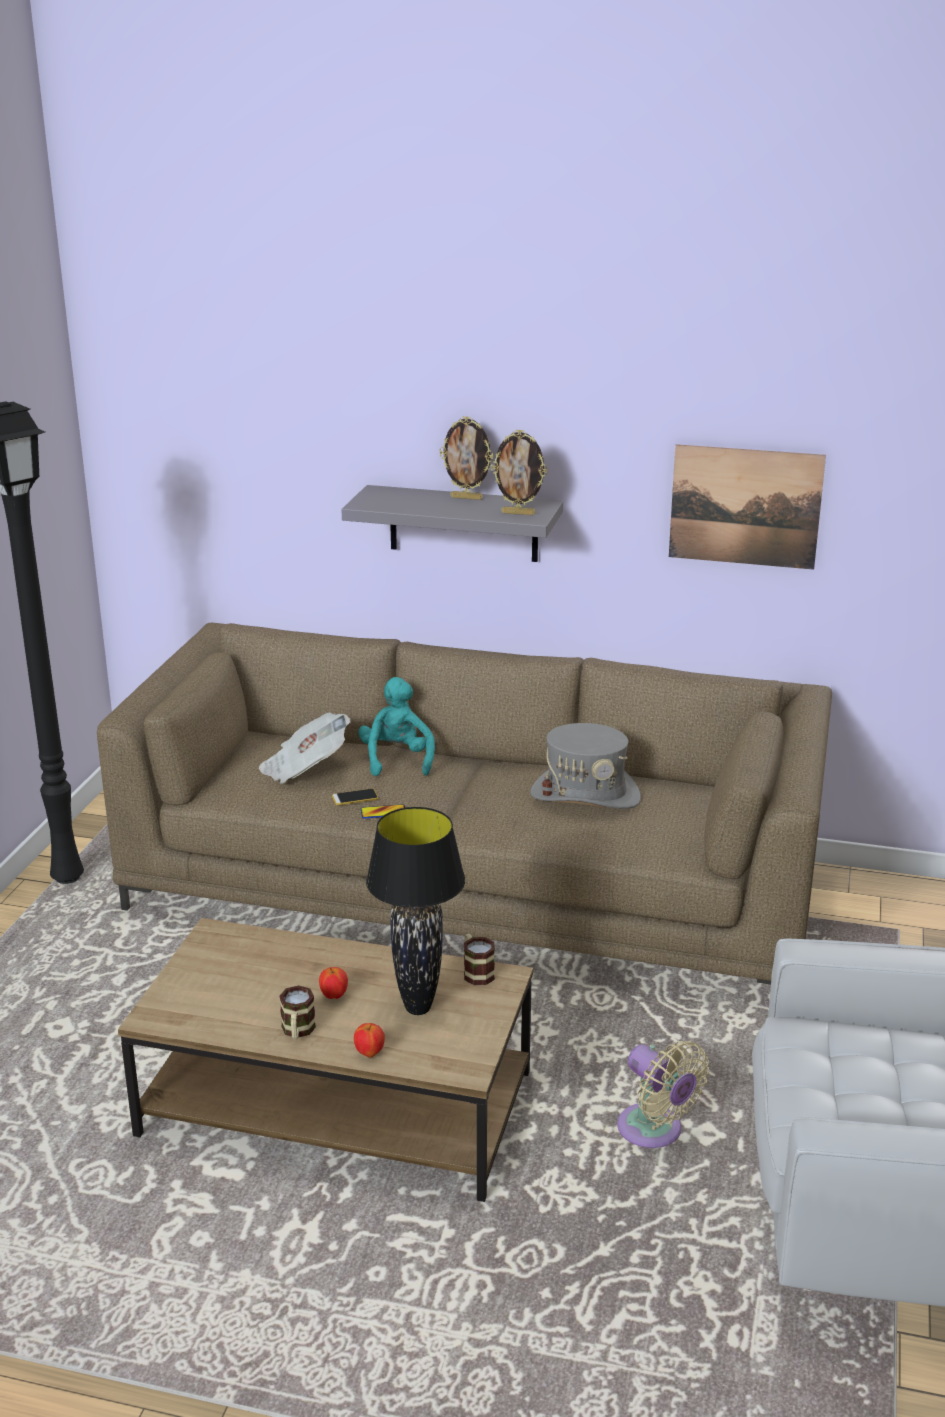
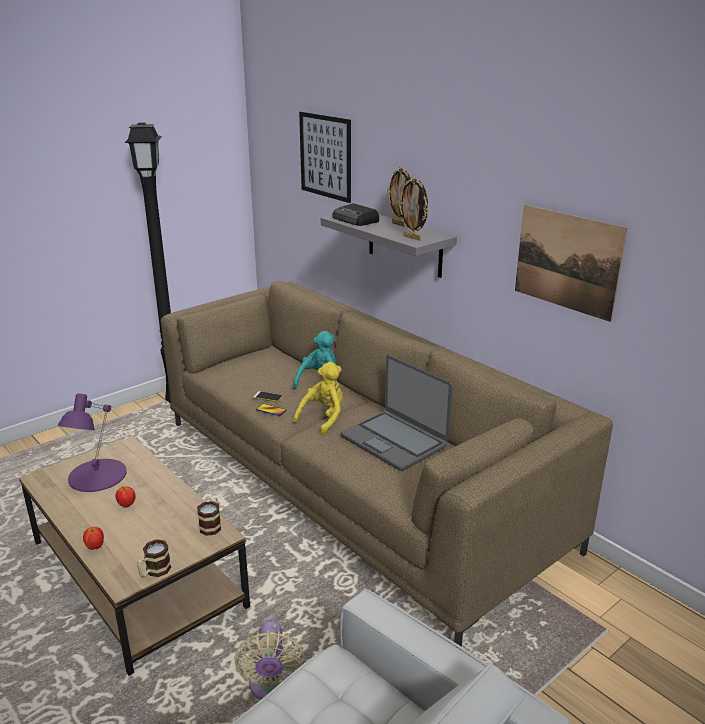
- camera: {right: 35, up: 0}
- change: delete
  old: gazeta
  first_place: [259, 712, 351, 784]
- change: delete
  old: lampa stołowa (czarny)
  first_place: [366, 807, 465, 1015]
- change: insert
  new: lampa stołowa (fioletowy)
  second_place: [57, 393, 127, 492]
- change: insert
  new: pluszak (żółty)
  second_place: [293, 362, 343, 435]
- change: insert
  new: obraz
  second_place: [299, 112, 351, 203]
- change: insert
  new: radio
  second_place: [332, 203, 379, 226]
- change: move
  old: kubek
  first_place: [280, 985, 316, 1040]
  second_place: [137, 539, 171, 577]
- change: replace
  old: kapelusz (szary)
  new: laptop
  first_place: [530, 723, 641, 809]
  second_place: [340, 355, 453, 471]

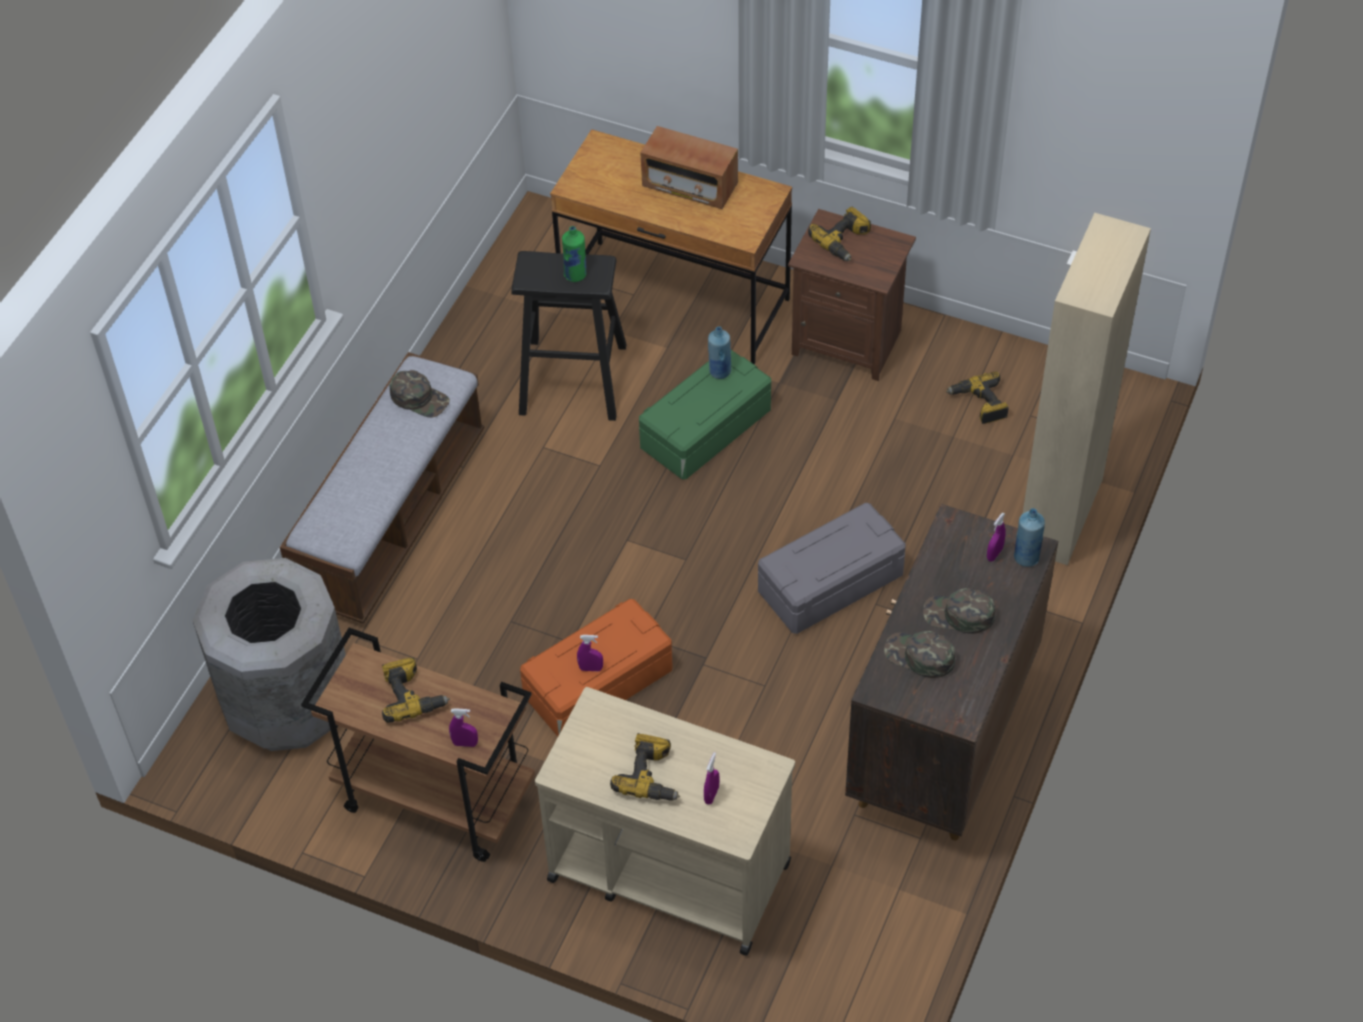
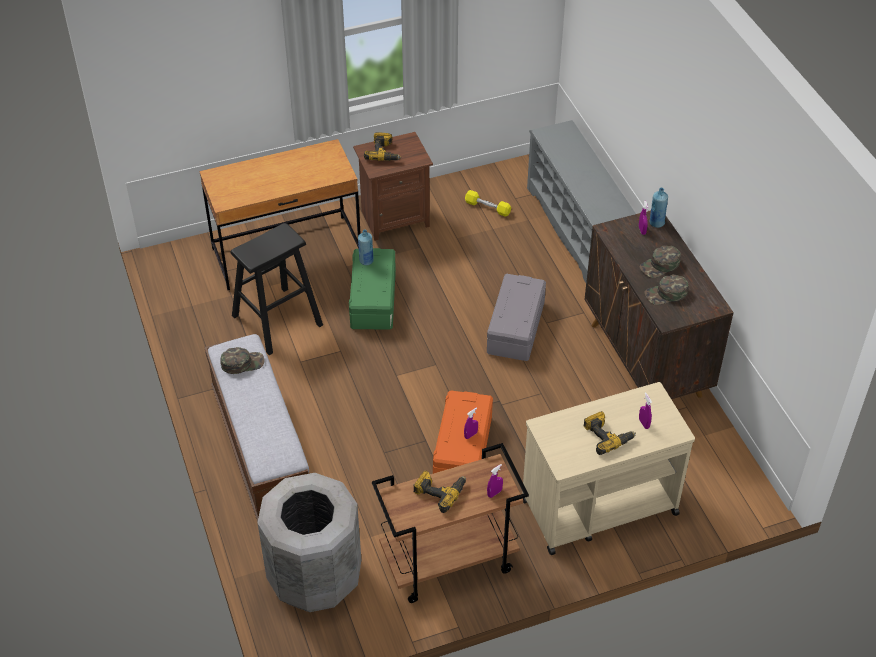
- camera: {right: -45, up: -5}
- change: delete
  old: butelka (zielony)
  first_place: [562, 226, 586, 282]
- change: delete
  old: radio
  first_place: [640, 126, 738, 209]
- change: replace
  old: wiertarka
  new: hantel (żółty)
  first_place: [946, 371, 1009, 424]
  second_place: [465, 190, 511, 217]
- change: replace
  old: szafka (beżowy)
  new: regał na buty (szary)
  first_place: [1023, 213, 1151, 565]
  second_place: [527, 120, 636, 282]

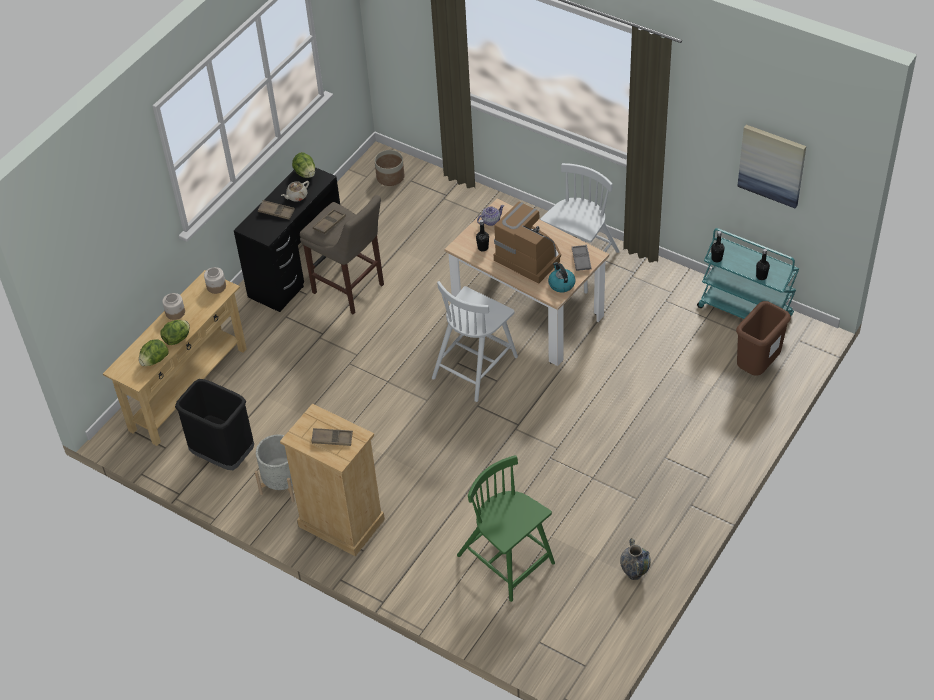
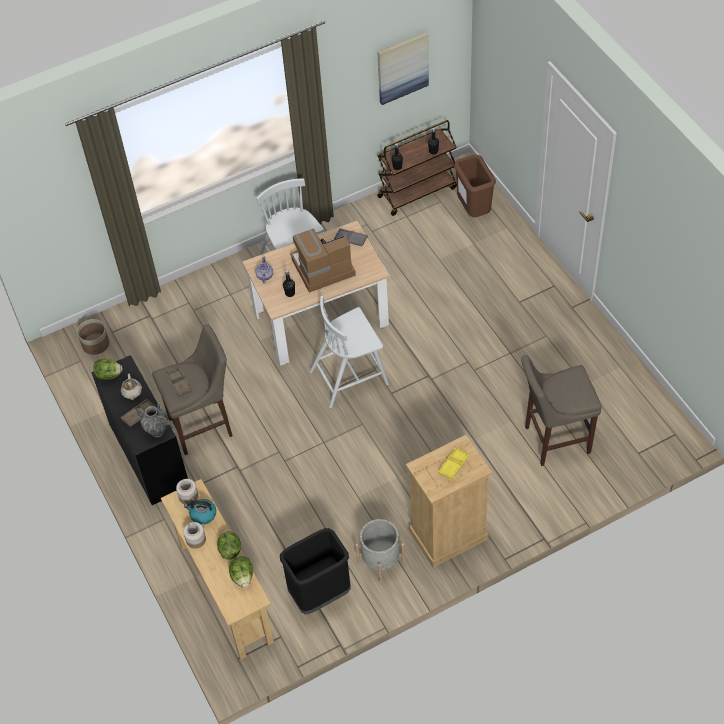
- camera: {right: -60, up: 5}
- change: move
  old: czajnik
  first_place: [548, 262, 575, 292]
  second_place: [184, 499, 216, 525]
- change: move
  old: wazon
  first_place: [620, 538, 651, 580]
  second_place: [136, 404, 169, 437]
- change: replace
  old: krzesło (zielony)
  new: stołek (beżowy)
  first_place: [457, 455, 555, 602]
  second_place: [521, 355, 602, 466]
- change: recolor
  old: taca (brązowy)
  new: taca (żółty)
  first_place: [312, 428, 353, 446]
  second_place: [438, 447, 470, 480]
- change: recolor
  old: wózek (turkusowy)
  new: wózek (brązowy)
  first_place: [697, 228, 799, 319]
  second_place: [377, 120, 457, 216]
- change: rotate
  old: krzesło (biały)
  first_place: [432, 281, 518, 402]
  second_place: [309, 296, 389, 408]
  degrees: 90

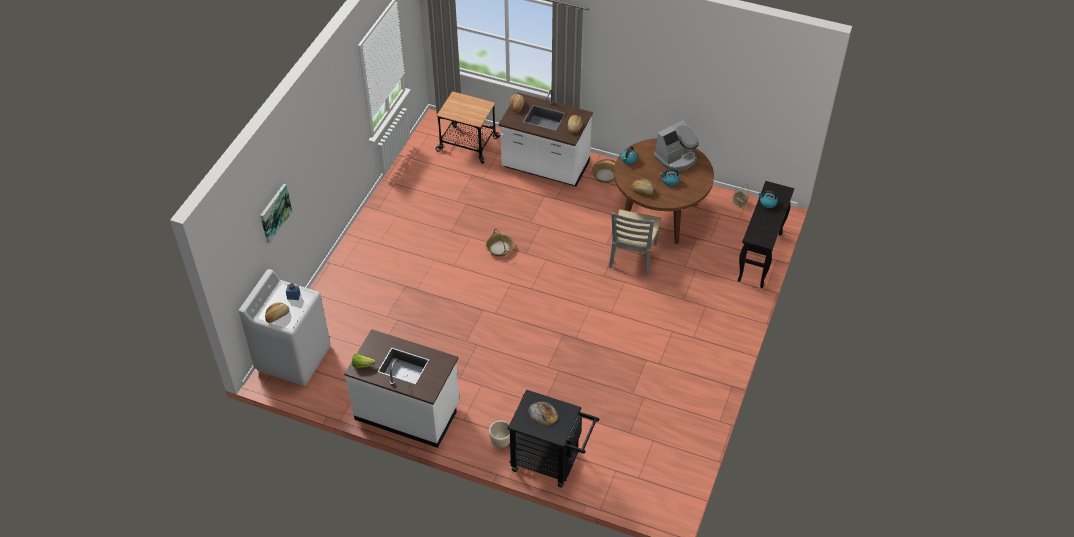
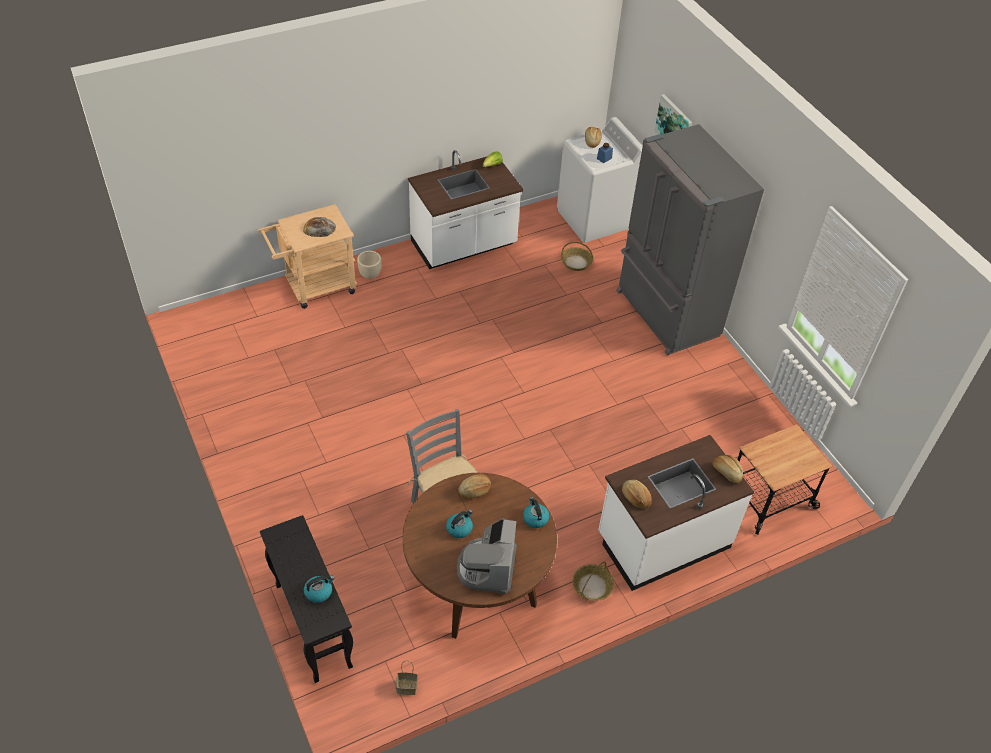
- camera: {right: 130, up: 0}
- change: insert
  new: lodówka (szary)
  second_place: [616, 124, 764, 355]
- change: move
  old: koszyk
  first_place: [486, 228, 514, 256]
  second_place: [561, 242, 593, 271]
- change: recolor
  old: wózek (czarny)
  new: wózek (beżowy)
  first_place: [508, 390, 599, 488]
  second_place: [258, 204, 357, 309]

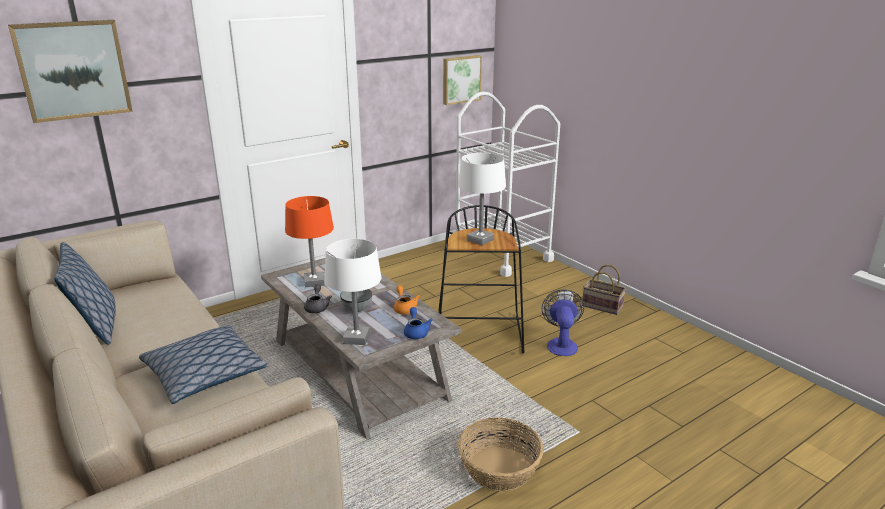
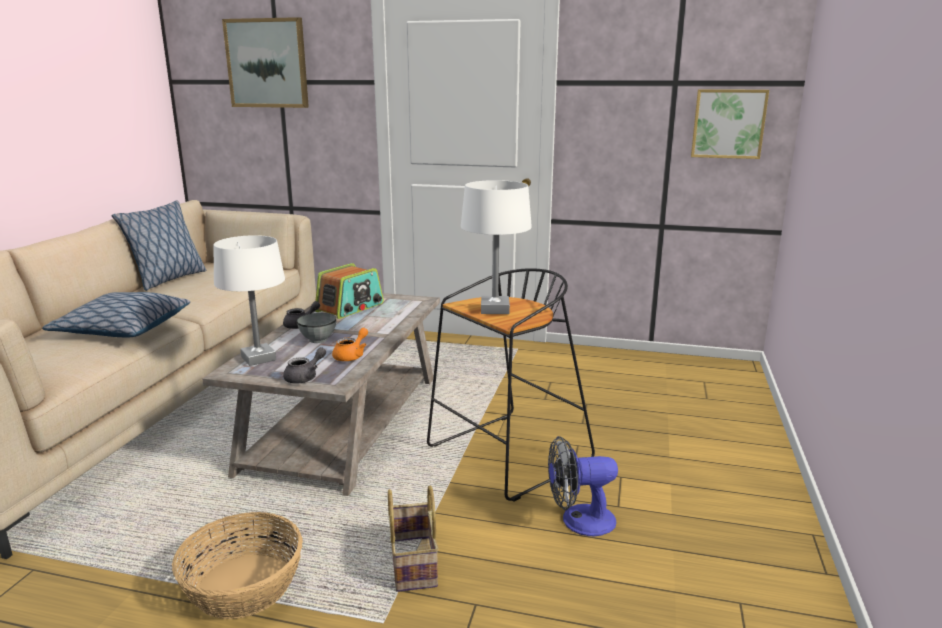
- camera: {right: 50, up: -5}
- change: delete
  old: wózek (biały)
  first_place: [456, 92, 560, 277]
- change: move
  old: koszyk
  first_place: [582, 265, 626, 315]
  second_place: [388, 486, 439, 592]
- change: replace
  old: lampa stołowa (pomarańczowy)
  new: radio
  first_place: [285, 196, 334, 287]
  second_place: [315, 263, 384, 319]
- change: recolor
  old: imbryk (niebieski)
  new: imbryk (szary)
  first_place: [404, 307, 433, 339]
  second_place: [283, 347, 326, 384]
- change: rotate
  old: wentylator
  first_place: [542, 289, 584, 356]
  second_place: [548, 436, 618, 536]
  degrees: -150

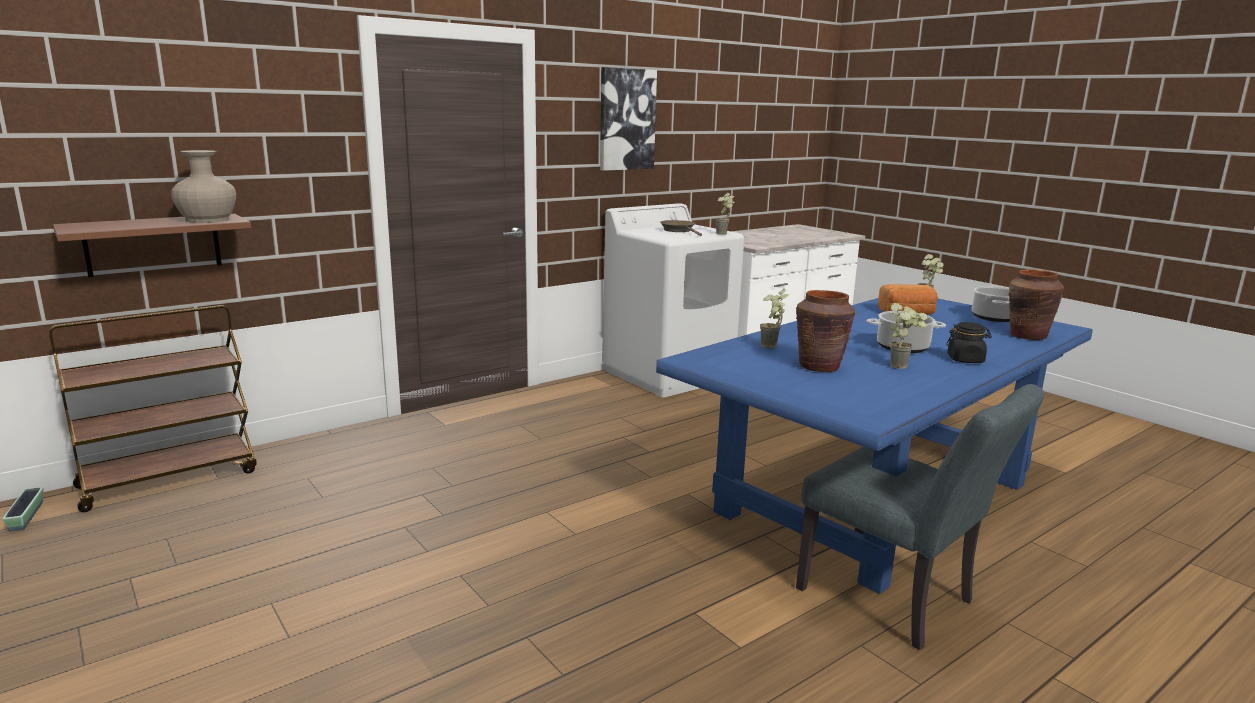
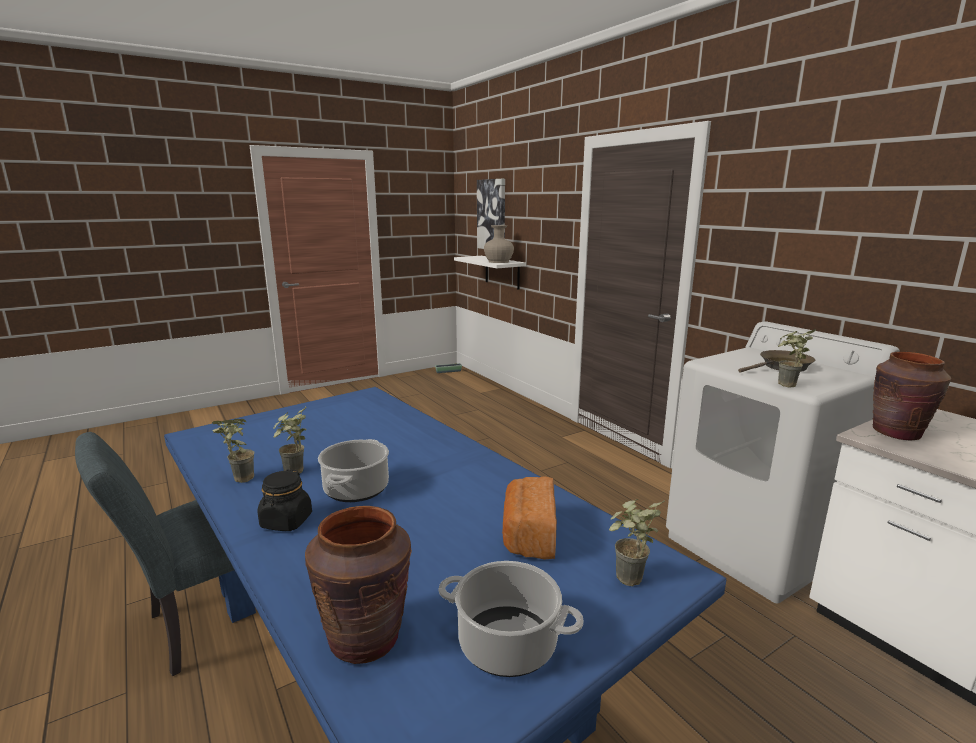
- camera: {right: 95, up: 0}
- change: delete
  old: wózek (brązowy)
  first_place: [49, 305, 256, 512]
- change: move
  old: obraz
  first_place: [600, 67, 657, 171]
  second_place: [477, 179, 505, 249]
- change: move
  old: roślina doniczkowa
  first_place: [760, 288, 789, 349]
  second_place: [212, 419, 255, 483]
- change: move
  old: wazon (brązowy)
  first_place: [796, 290, 855, 372]
  second_place: [872, 352, 951, 441]
- change: recolor
  old: półka (brązowy)
  new: półka (biały)
  first_place: [53, 214, 251, 278]
  second_place: [454, 256, 526, 290]

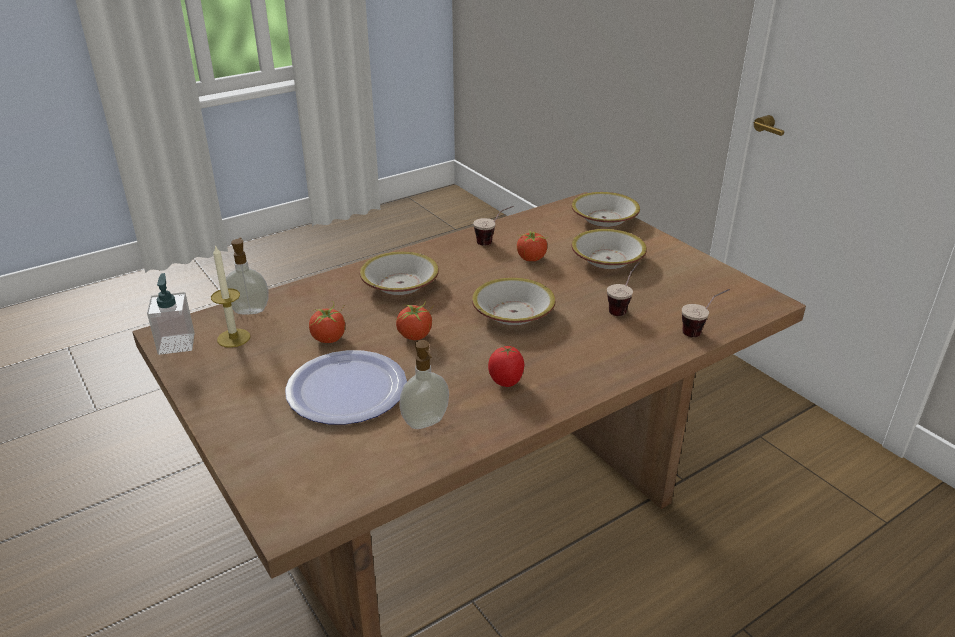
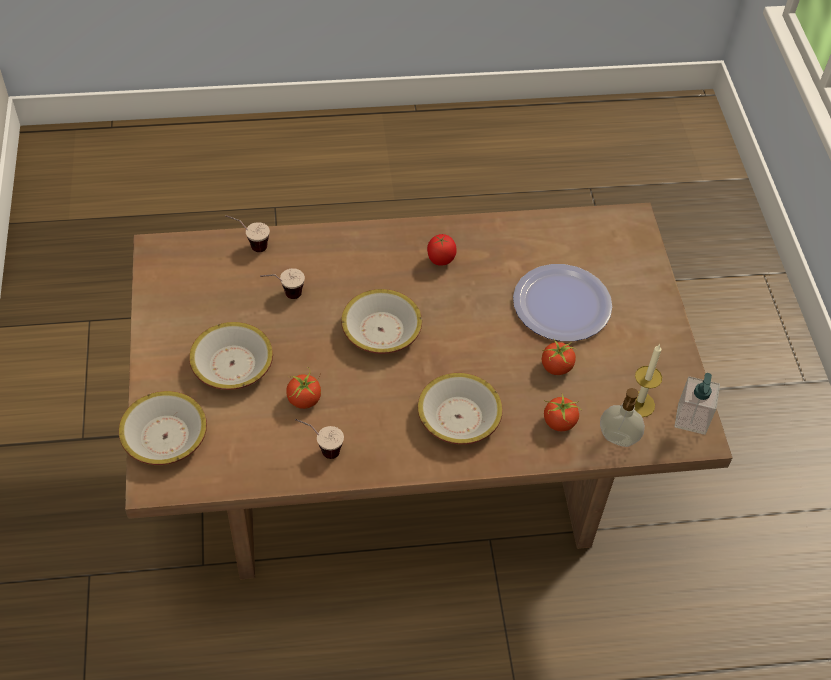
- camera: {right: -155, up: 20}
- change: delete
  old: dozownik mydła
  first_place: [399, 340, 449, 429]
- change: move
  old: pomidor
  first_place: [396, 299, 434, 340]
  second_place: [544, 394, 580, 431]

